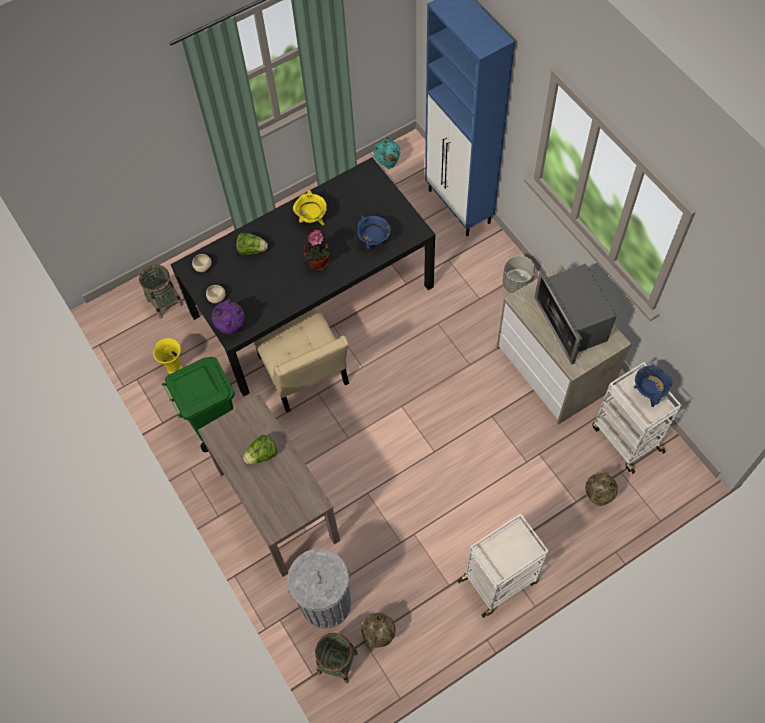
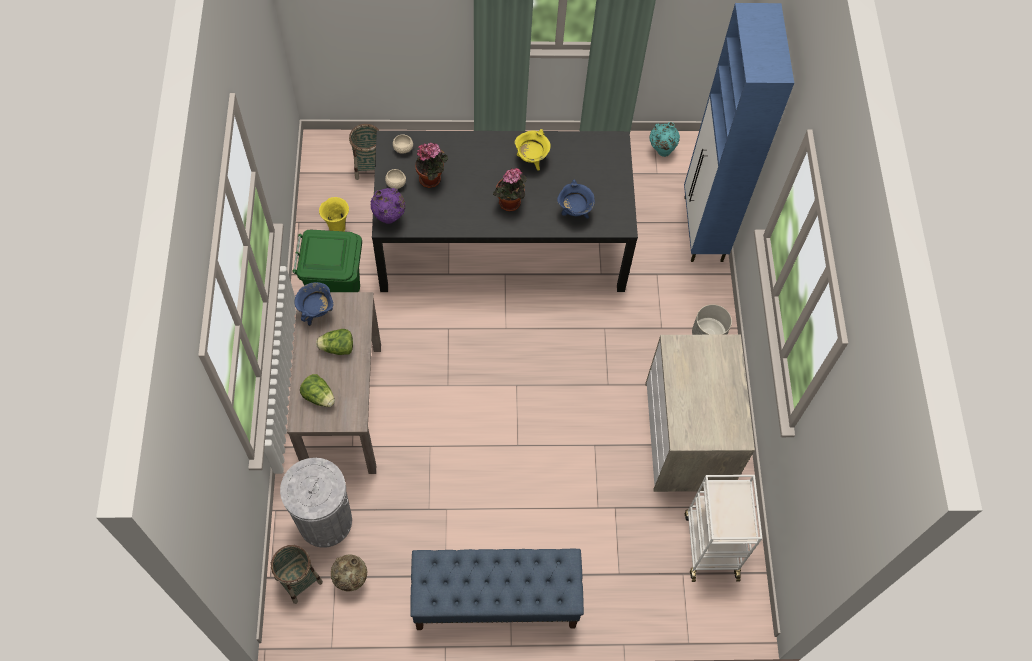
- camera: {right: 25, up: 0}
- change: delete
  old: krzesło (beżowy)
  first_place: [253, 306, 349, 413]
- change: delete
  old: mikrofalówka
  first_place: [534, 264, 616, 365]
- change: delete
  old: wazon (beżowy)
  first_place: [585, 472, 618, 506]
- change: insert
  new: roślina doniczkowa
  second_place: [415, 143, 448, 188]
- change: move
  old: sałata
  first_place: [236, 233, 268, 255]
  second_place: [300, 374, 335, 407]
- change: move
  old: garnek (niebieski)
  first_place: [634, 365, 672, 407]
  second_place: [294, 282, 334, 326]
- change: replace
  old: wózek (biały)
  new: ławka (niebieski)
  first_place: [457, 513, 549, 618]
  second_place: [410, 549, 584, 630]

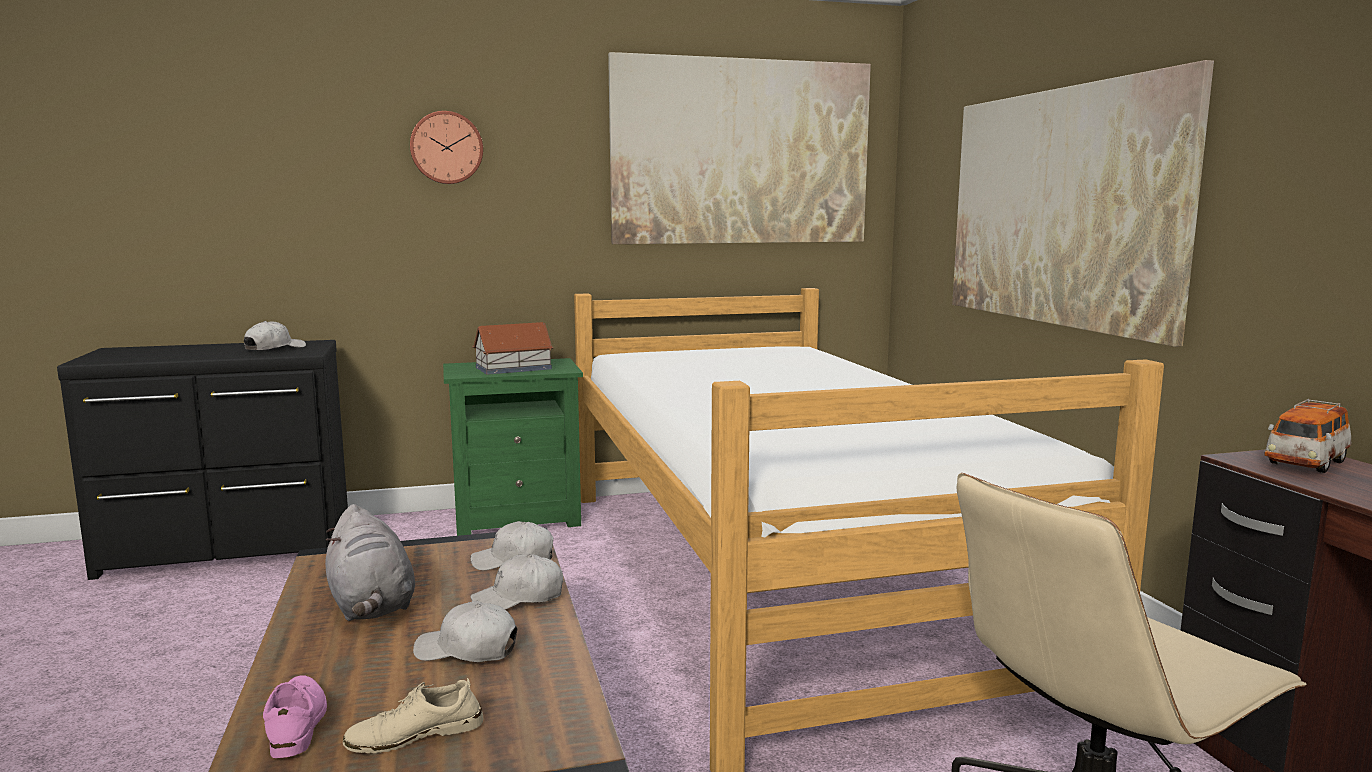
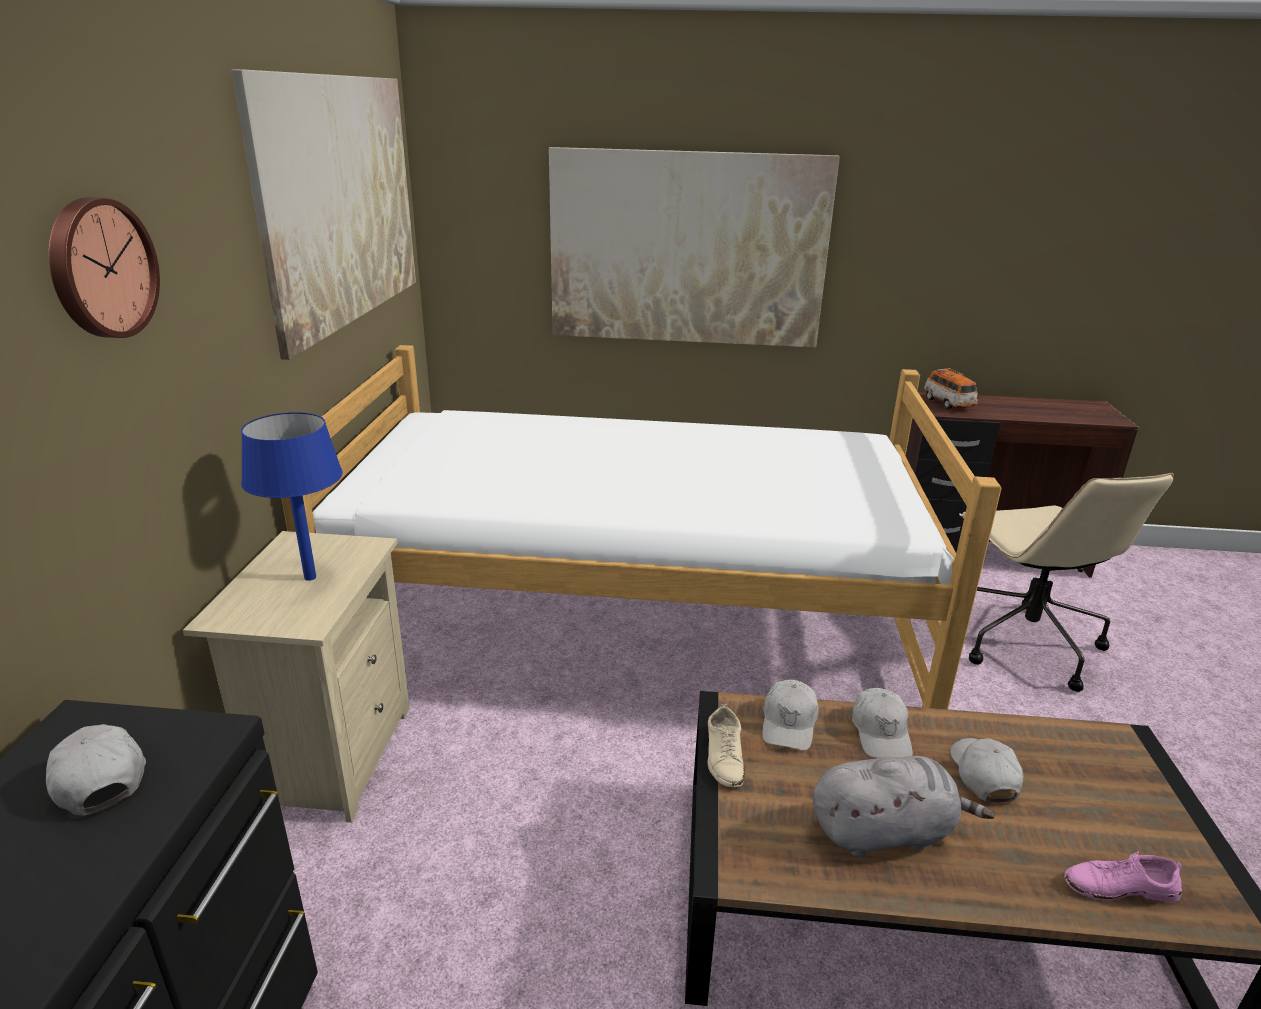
- camera: {right: -70, up: 15}
- change: move
  old: but (beżowy)
  first_place: [343, 678, 483, 753]
  second_place: [707, 704, 745, 787]
- change: replace
  old: domek
  new: lampa stołowa (niebieski)
  first_place: [472, 322, 553, 375]
  second_place: [241, 412, 343, 581]
- change: recolor
  old: szafka nocna (zielony)
  new: szafka nocna (beżowy)
  first_place: [443, 358, 583, 536]
  second_place: [183, 531, 410, 823]
- change: rotate
  old: czapka z daszkiem (biały)
  first_place: [413, 601, 517, 662]
  second_place: [950, 738, 1023, 803]
  degrees: 150

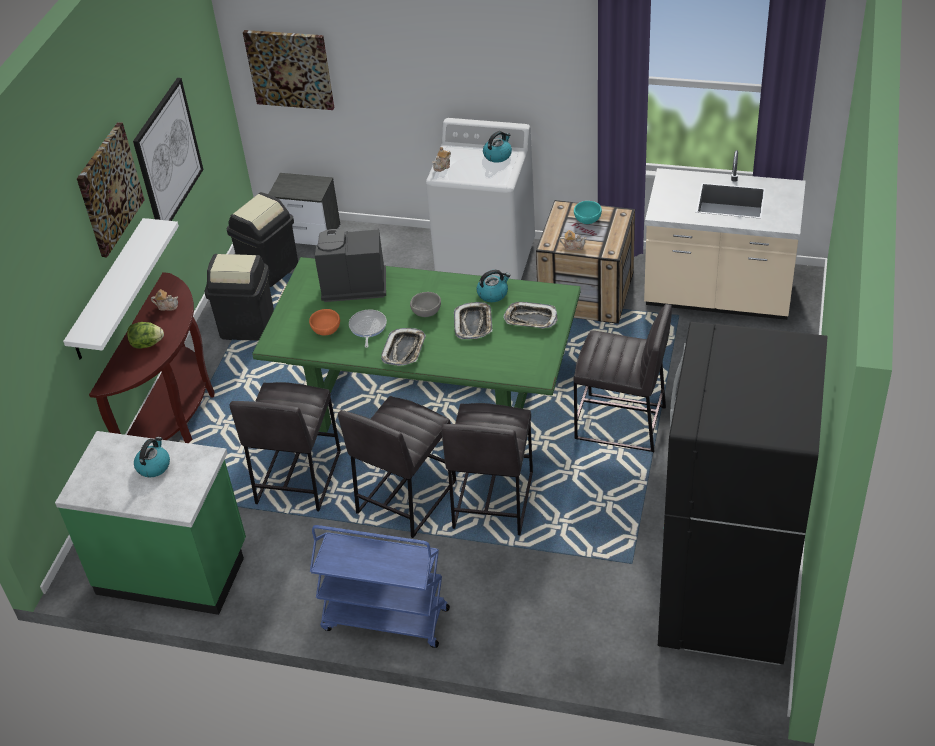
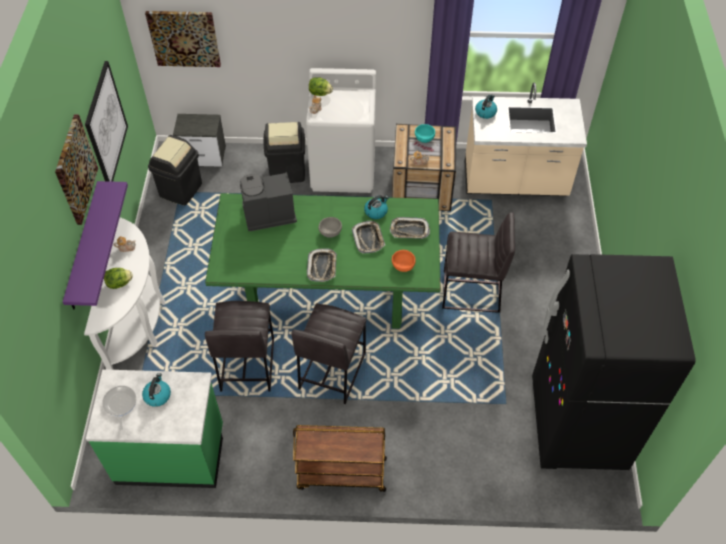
- camera: {right: -15, up: 10}
- change: delete
  old: stołek (szary)
  first_place: [441, 403, 533, 535]
- change: insert
  new: sałata
  second_place: [309, 77, 333, 96]
- change: move
  old: kosz na śmieci (czarny)
  first_place: [204, 254, 274, 340]
  second_place: [263, 122, 305, 183]
- change: move
  old: miska (pomarańczowy)
  first_place: [309, 309, 340, 335]
  second_place: [392, 250, 416, 272]
- change: move
  old: patelnia
  first_place: [349, 310, 387, 348]
  second_place: [102, 386, 136, 430]
- change: move
  old: czajnik
  first_place: [483, 131, 512, 163]
  second_place: [475, 95, 497, 119]
- change: recolor
  old: półka (biały)
  new: półka (fioletowy)
  first_place: [63, 218, 179, 360]
  second_place: [63, 181, 128, 310]
- change: recolor
  old: stolik konsolowy (brązowy)
  new: stolik konsolowy (biały)
  first_place: [89, 272, 215, 443]
  second_place: [84, 218, 165, 370]
- change: recolor
  old: wózek (niebieski)
  new: wózek (brązowy)
  first_place: [310, 525, 450, 648]
  second_place: [293, 425, 387, 492]

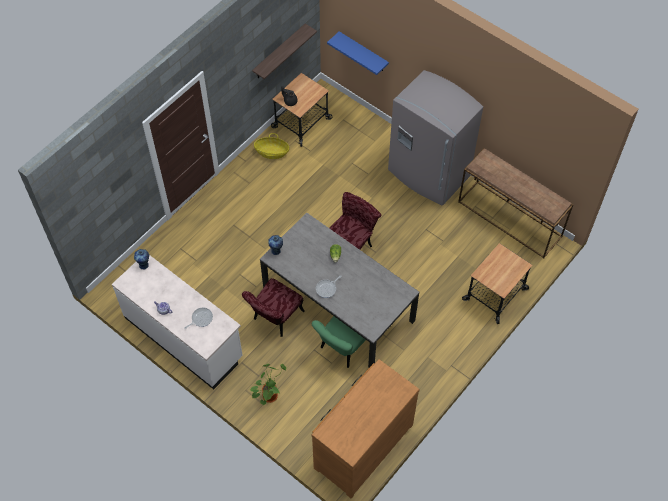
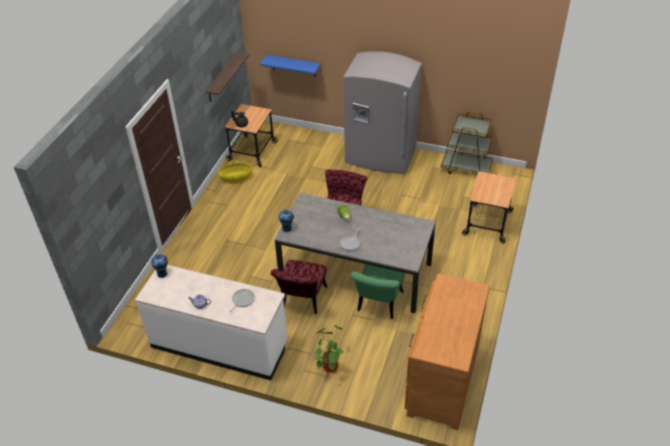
- camera: {right: -20, up: -15}
- change: replace
  old: stolik konsolowy (brązowy)
  new: wózek (brązowy)
  first_place: [458, 148, 573, 259]
  second_place: [441, 111, 493, 175]

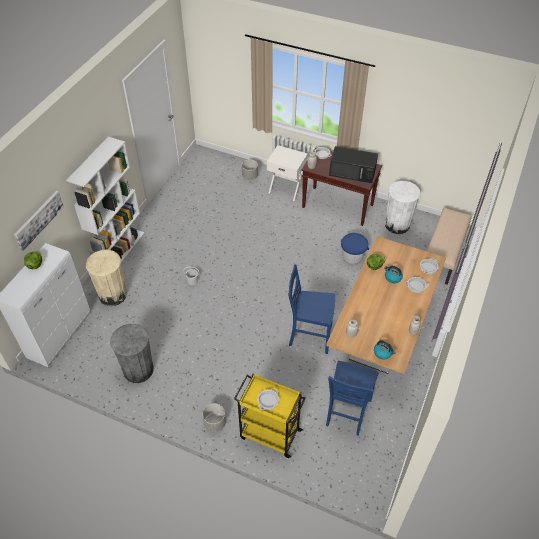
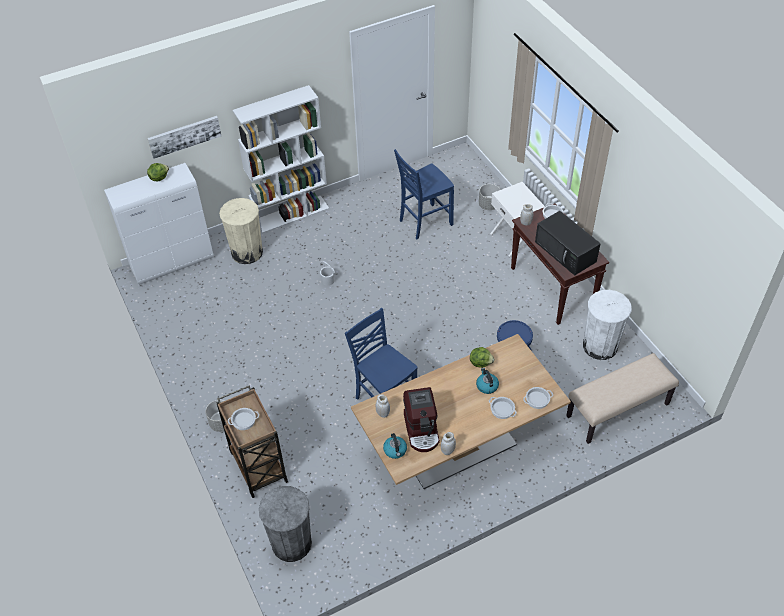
- camera: {right: 40, up: 0}
- change: insert
  new: ekspres do kawy
  second_place: [403, 387, 440, 452]
- change: move
  old: kosz na śmieci (szary)
  first_place: [110, 324, 154, 383]
  second_place: [259, 486, 312, 562]
- change: move
  old: krzesło (niebieski)
  first_place: [326, 361, 379, 436]
  second_place: [394, 149, 454, 239]
- change: recolor
  old: wózek (żółty)
  new: wózek (brązowy)
  first_place: [234, 374, 306, 458]
  second_place: [217, 385, 288, 498]

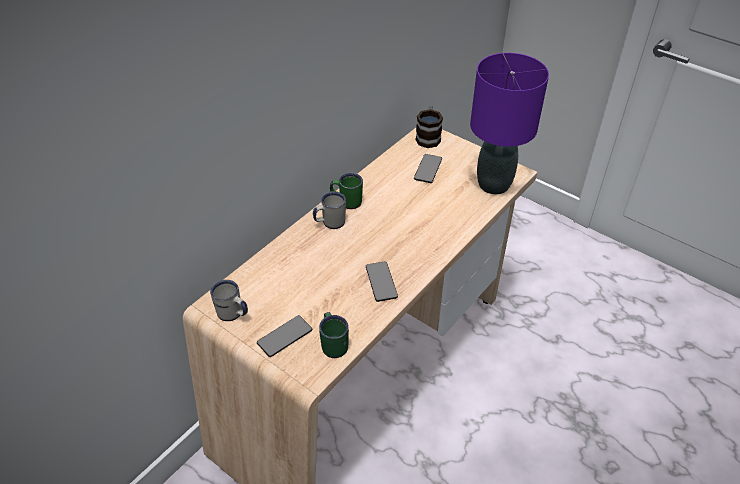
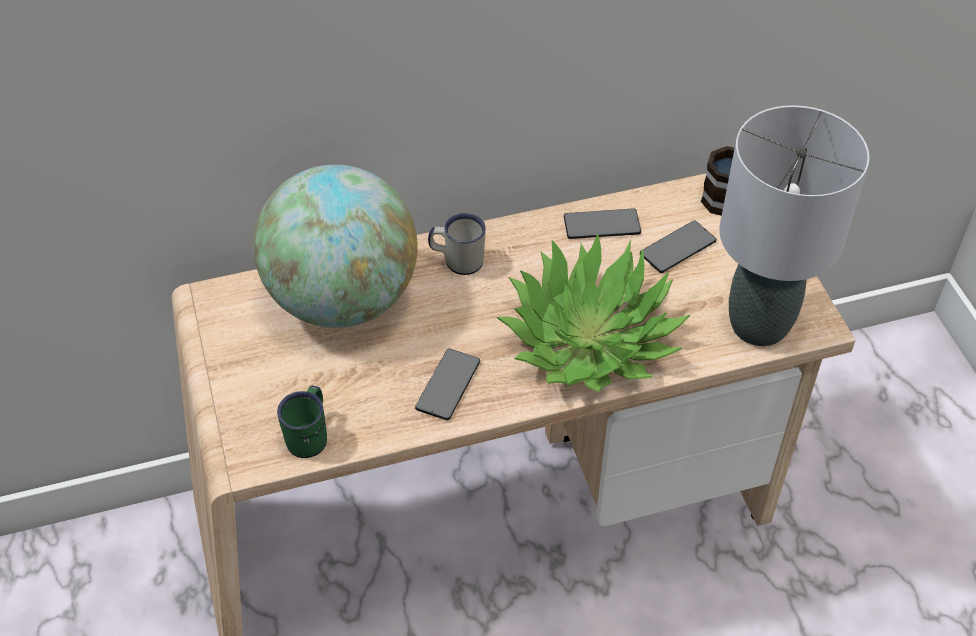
- camera: {right: 35, up: 5}
- change: delete
  old: kubek (biały)
  first_place: [210, 280, 248, 321]
- change: delete
  old: kubek (zielony)
  first_place: [330, 173, 363, 209]
- change: insert
  new: globus
  second_place: [254, 165, 418, 328]
- change: insert
  new: roślina doniczkowa
  second_place: [497, 234, 691, 392]
- change: move
  old: telefon
  first_place: [257, 315, 312, 357]
  second_place: [564, 208, 641, 239]
- change: recolor
  old: lampa stołowa (fioletowy)
  new: lampa stołowa (szary)
  first_place: [470, 53, 549, 194]
  second_place: [719, 105, 869, 346]

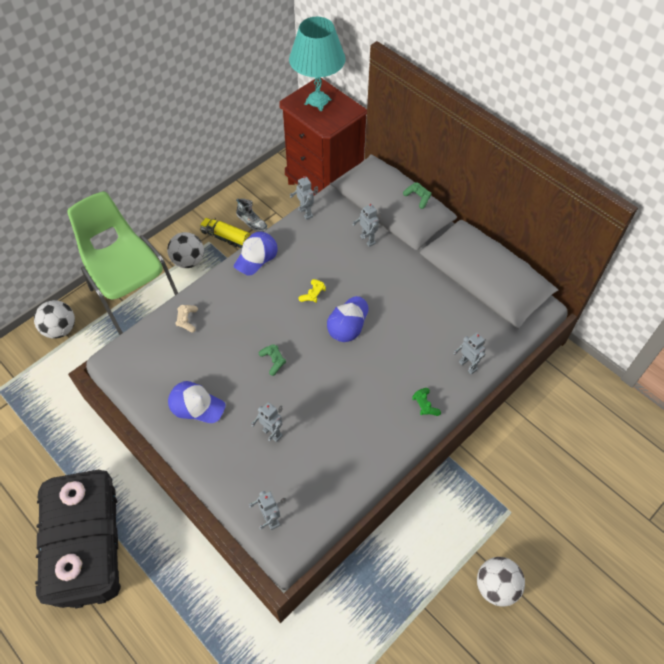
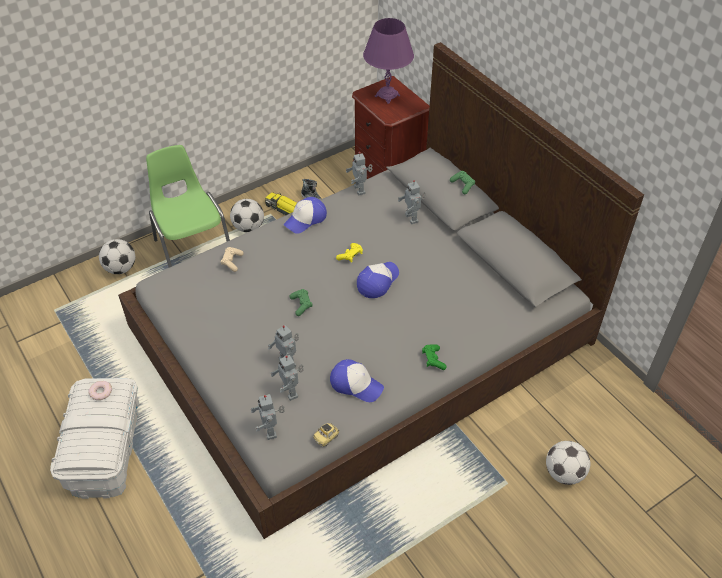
- camera: {right: 10, up: -10}
- change: delete
  old: donut
  first_place: [55, 554, 82, 581]
- change: insert
  new: samochodzik
  second_place: [313, 423, 339, 447]
- change: move
  old: czapka z daszkiem
  first_place: [168, 381, 226, 423]
  second_place: [330, 359, 384, 402]
- change: move
  old: robot zabawkowy
  first_place: [453, 333, 486, 374]
  second_place: [271, 355, 304, 401]
- change: move
  old: piłka futbolowa
  first_place: [477, 557, 525, 607]
  second_place: [546, 441, 590, 485]
- change: recolor
  old: pojemnik do przechowywania (czarny)
  new: pojemnik do przechowywania (biały)
  first_place: [35, 470, 121, 608]
  second_place: [50, 378, 139, 499]
- change: recolor
  old: lampa stołowa (turkusowy)
  new: lampa stołowa (fioletowy)
  first_place: [289, 17, 346, 111]
  second_place: [363, 18, 414, 104]

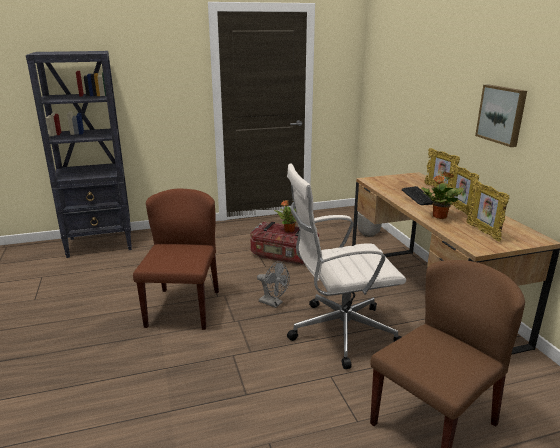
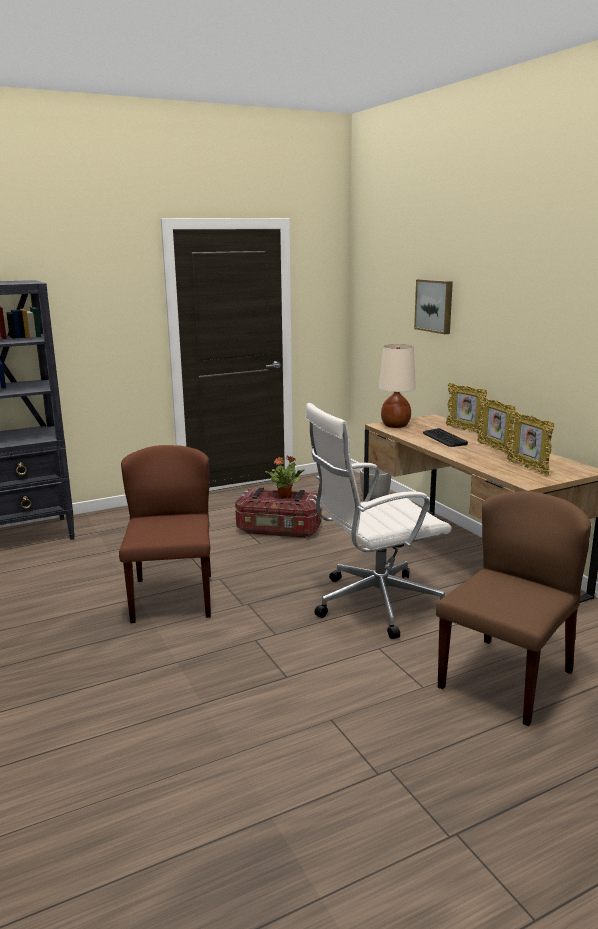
- camera: {right: -10, up: -5}
- change: delete
  old: wentylator (szary)
  first_place: [257, 261, 290, 308]
- change: delete
  old: roślina doniczkowa
  first_place: [421, 172, 464, 219]
- change: insert
  new: lampa stołowa (beżowy)
  second_place: [379, 344, 416, 428]
- change: move
  old: obraz
  first_place: [475, 84, 527, 147]
  second_place: [414, 279, 453, 334]

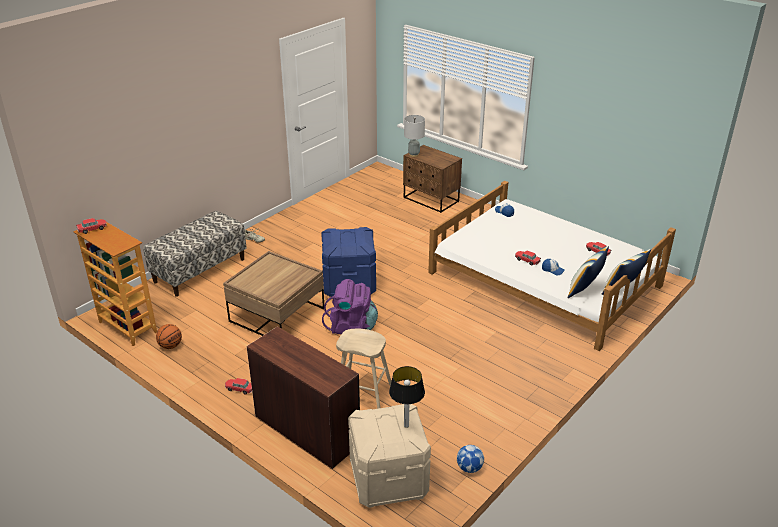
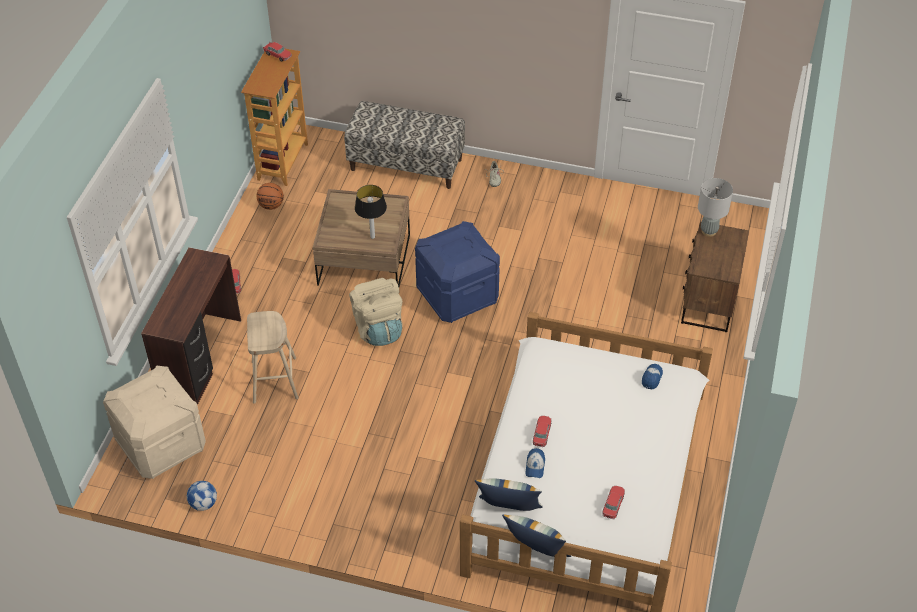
- camera: {right: 65, up: 15}
- change: move
  old: lampa stołowa
  first_place: [389, 366, 425, 428]
  second_place: [355, 185, 387, 239]
- change: recolor
  old: plecak (fioletowy)
  new: plecak (beżowy)
  first_place: [322, 279, 378, 334]
  second_place: [349, 278, 403, 346]

